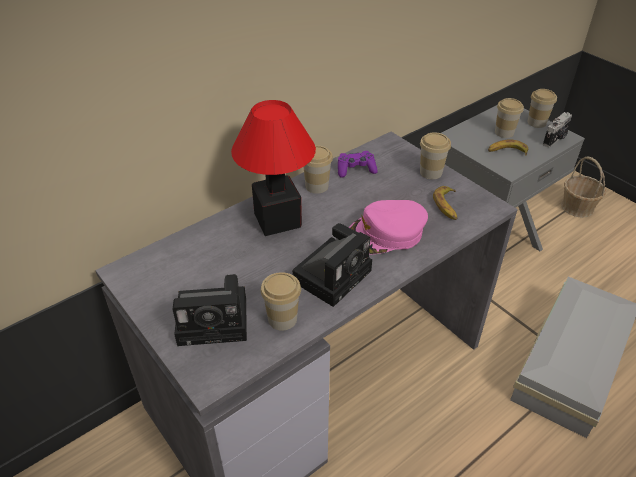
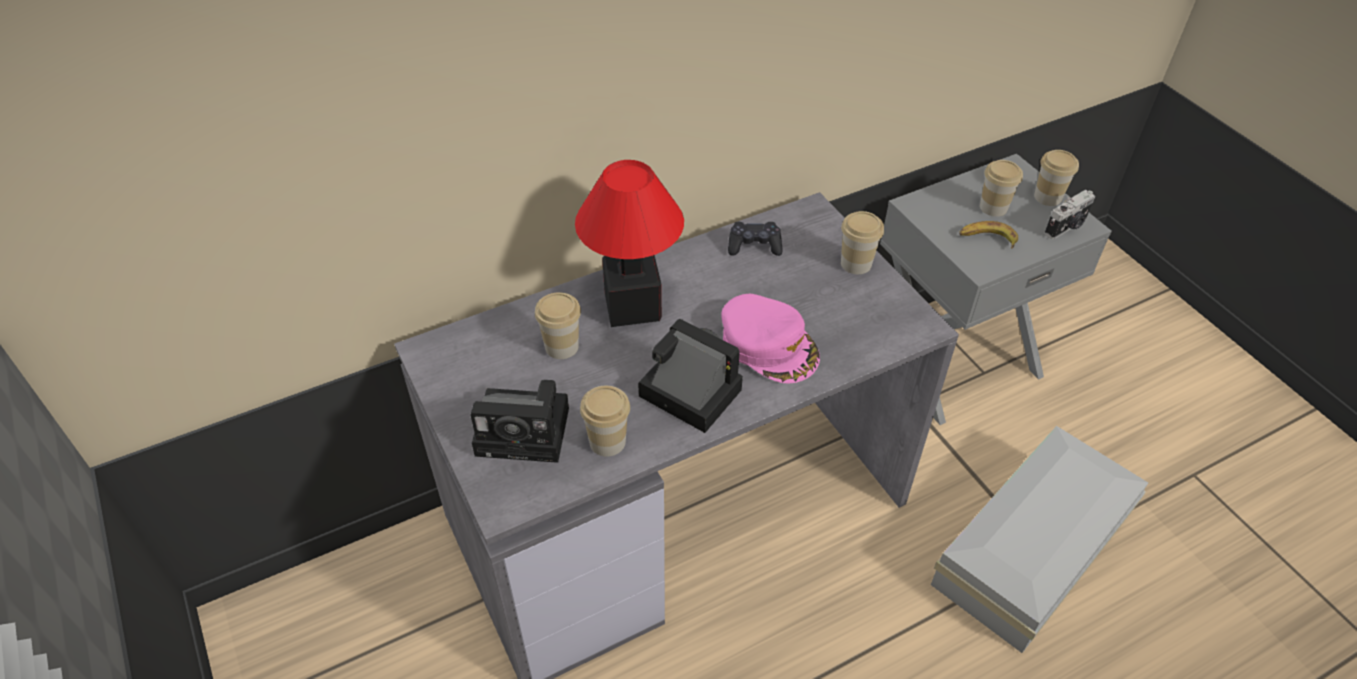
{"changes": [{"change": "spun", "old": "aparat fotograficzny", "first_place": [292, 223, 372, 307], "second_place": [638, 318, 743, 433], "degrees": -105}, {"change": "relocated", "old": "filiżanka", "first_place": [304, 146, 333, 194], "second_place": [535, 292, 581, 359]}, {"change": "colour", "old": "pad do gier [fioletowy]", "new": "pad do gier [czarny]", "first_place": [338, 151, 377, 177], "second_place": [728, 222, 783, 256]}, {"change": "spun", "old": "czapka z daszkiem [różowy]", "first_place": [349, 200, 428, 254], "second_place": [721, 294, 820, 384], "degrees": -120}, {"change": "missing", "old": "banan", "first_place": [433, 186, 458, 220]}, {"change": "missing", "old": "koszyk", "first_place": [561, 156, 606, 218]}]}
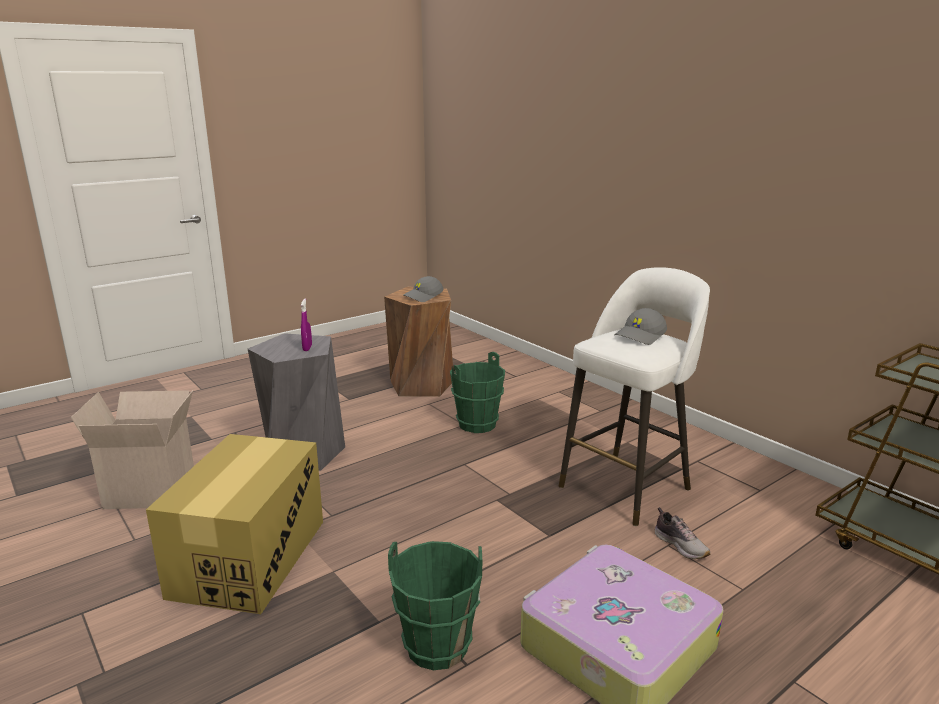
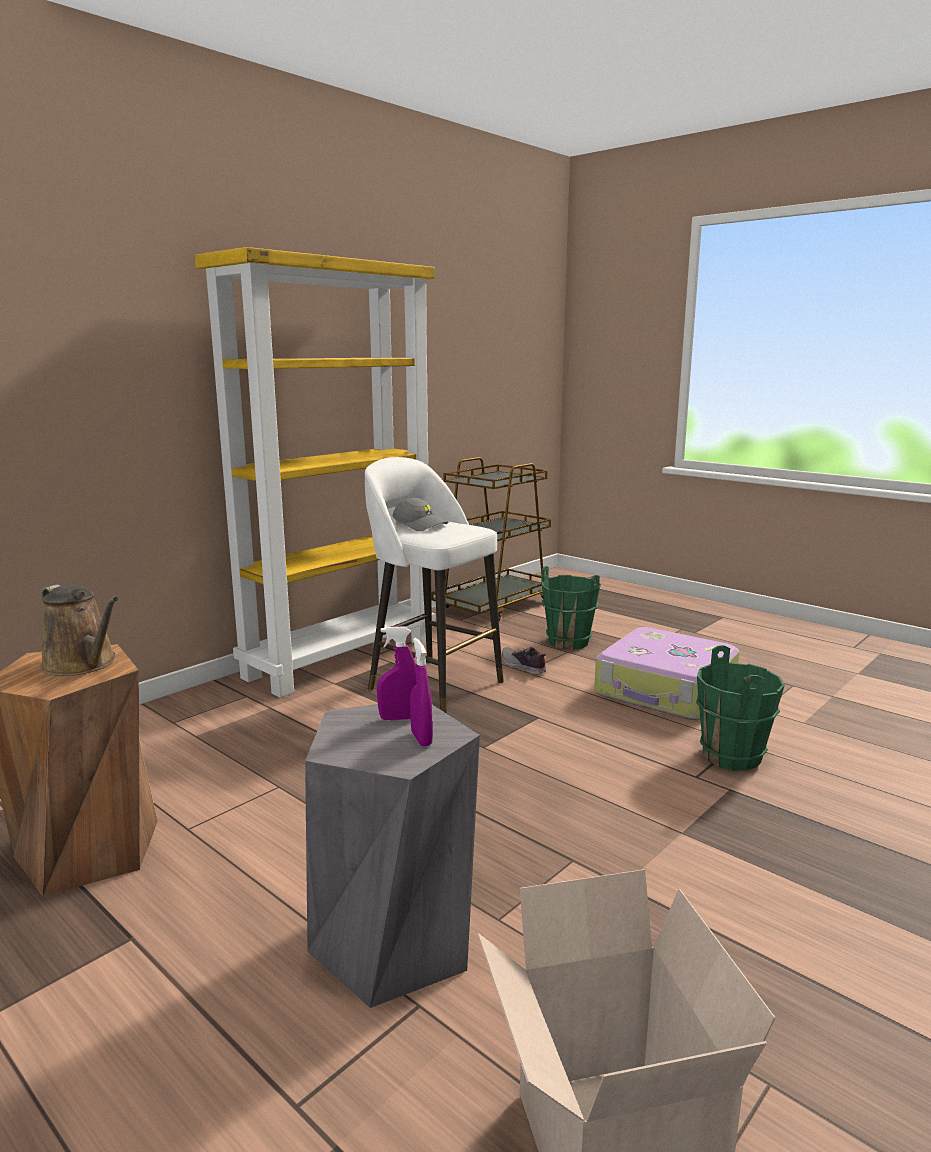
{"changes": [{"change": "missing", "old": "karton", "first_place": [146, 434, 323, 614]}, {"change": "exchanged", "old": "czapka z daszkiem [szary]", "new": "konewka [brązowy]", "first_place": [403, 276, 443, 302], "second_place": [40, 585, 118, 676]}, {"change": "relocated", "old": "wiadro [zielony]", "first_place": [450, 352, 505, 433], "second_place": [541, 566, 601, 649]}, {"change": "spun", "old": "but", "first_place": [655, 507, 710, 559], "second_place": [502, 647, 546, 675], "degrees": -90}, {"change": "appeared", "new": "regał [żółty]", "second_place": [195, 247, 435, 698]}, {"change": "appeared", "new": "spryskiwacz [fioletowy]", "second_place": [410, 638, 433, 747]}]}
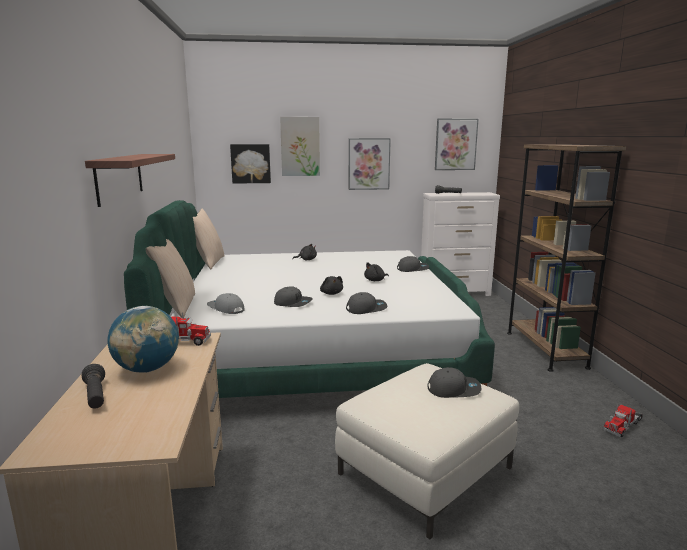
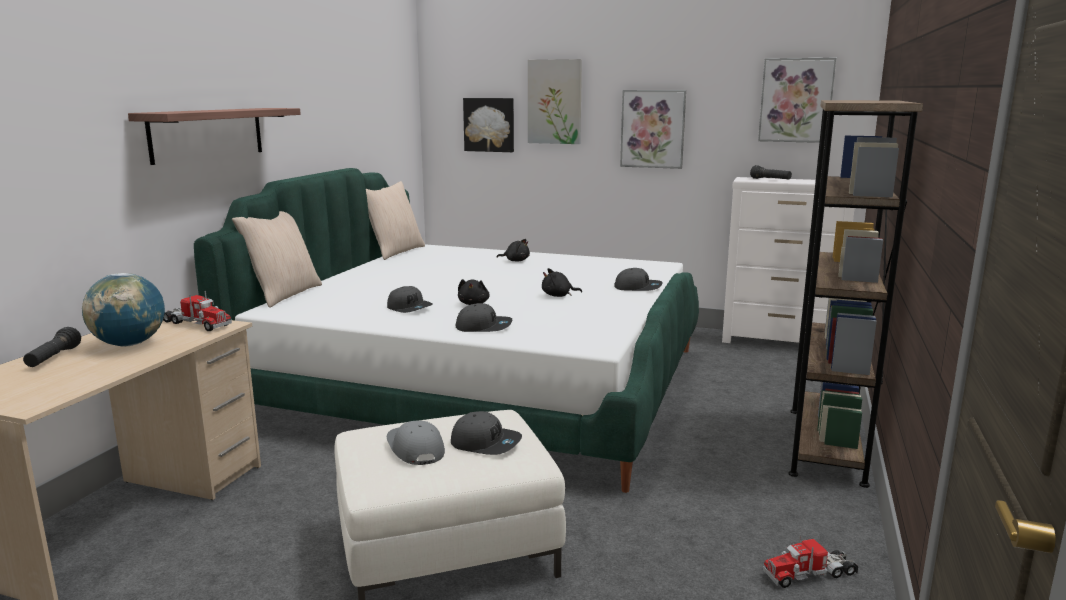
{"changes": [{"change": "relocated", "old": "czapka z daszkiem [szary]", "first_place": [207, 293, 244, 314], "second_place": [387, 421, 445, 465]}]}
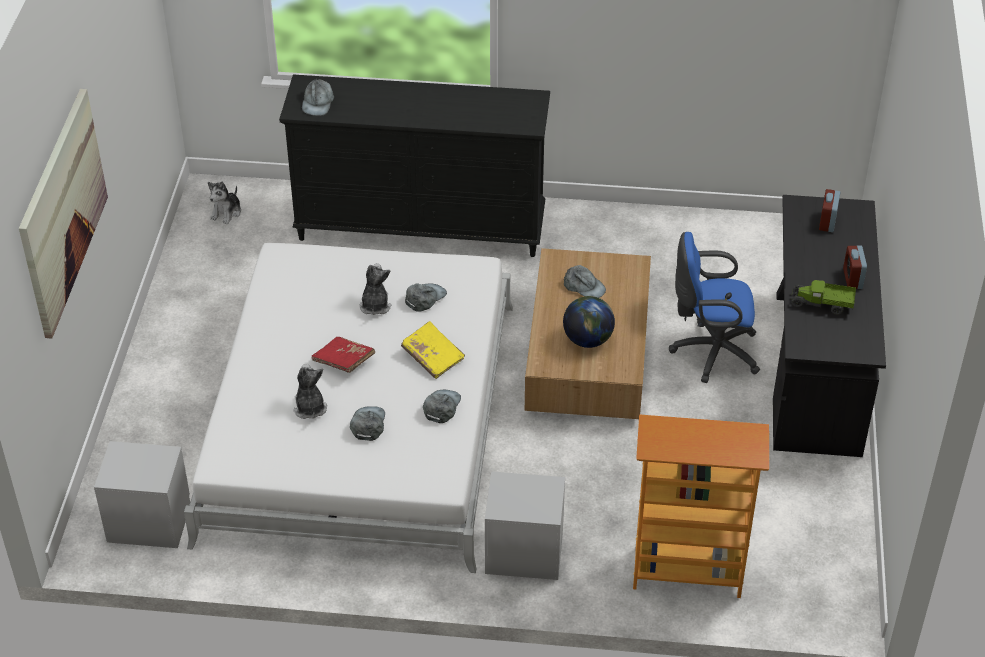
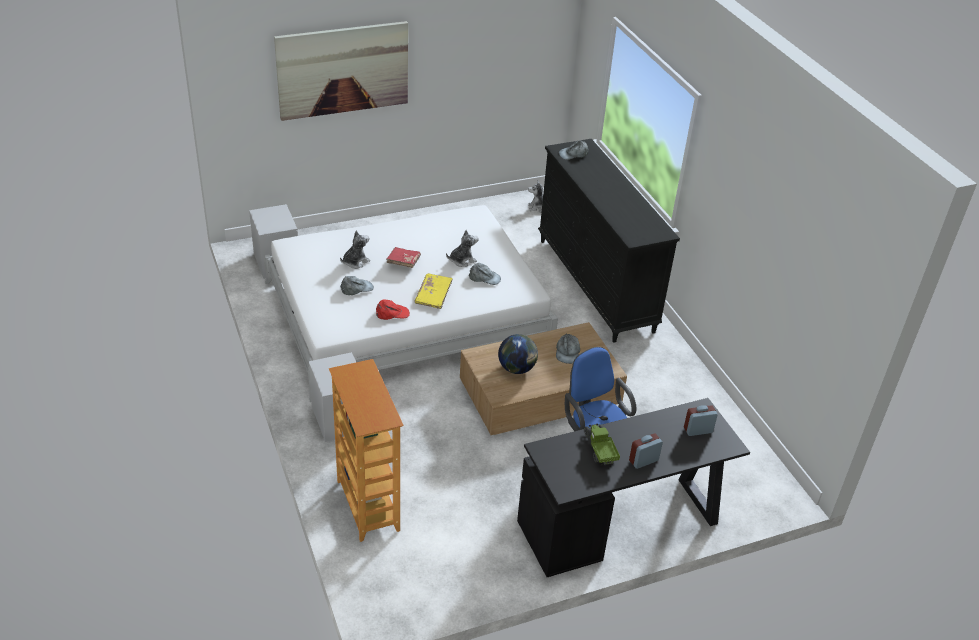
{"changes": [{"change": "colour", "old": "czapka z daszkiem [szary]", "new": "czapka z daszkiem [czerwony]", "first_place": [423, 390, 461, 423], "second_place": [376, 300, 410, 320]}]}
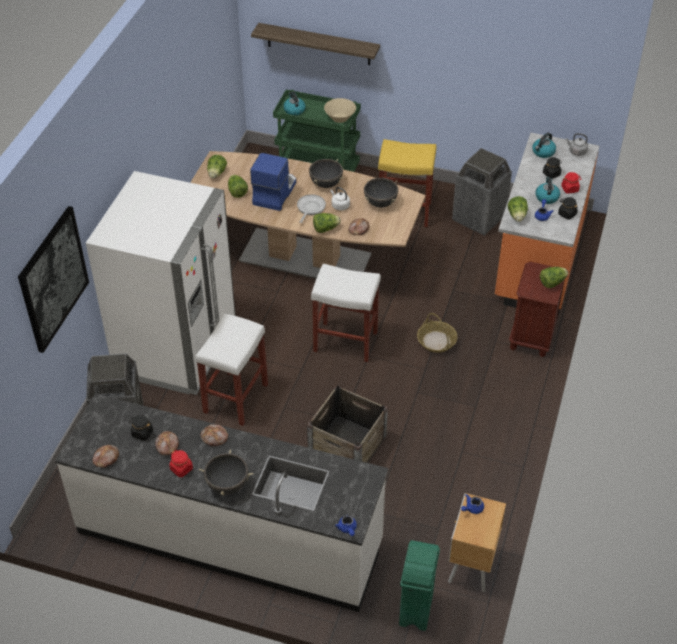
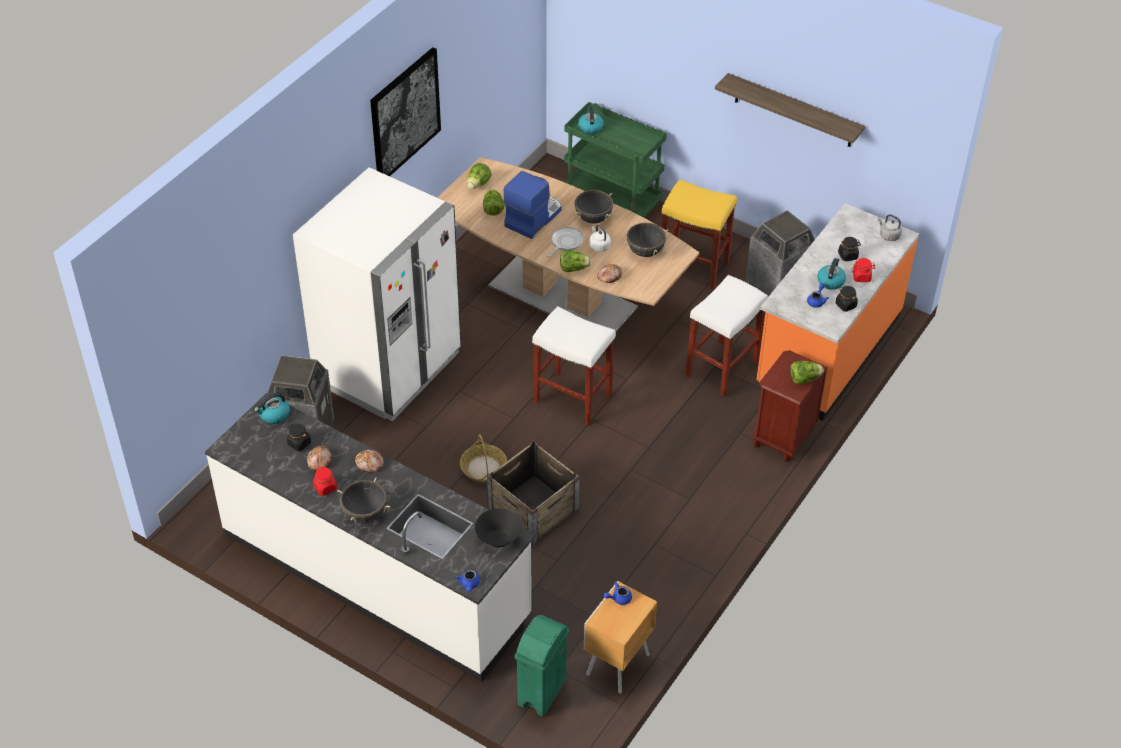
{"changes": [{"change": "relocated", "old": "obraz", "first_place": [18, 206, 89, 353], "second_place": [370, 47, 441, 176]}, {"change": "missing", "old": "chleb", "first_place": [92, 445, 119, 467]}, {"change": "relocated", "old": "stołek [biały]", "first_place": [195, 313, 268, 426], "second_place": [685, 275, 768, 397]}, {"change": "relocated", "old": "półka", "first_place": [251, 23, 380, 65], "second_place": [715, 73, 865, 147]}, {"change": "missing", "old": "miska [beżowy]", "first_place": [324, 98, 356, 123]}, {"change": "relocated", "old": "koszyk", "first_place": [417, 313, 458, 353], "second_place": [460, 434, 507, 482]}, {"change": "missing", "old": "sałata", "first_place": [508, 196, 528, 222]}, {"change": "relocated", "old": "czajnik", "first_place": [532, 133, 556, 158], "second_place": [254, 393, 290, 424]}, {"change": "appeared", "new": "miska [czarny]", "second_place": [475, 508, 522, 548]}]}
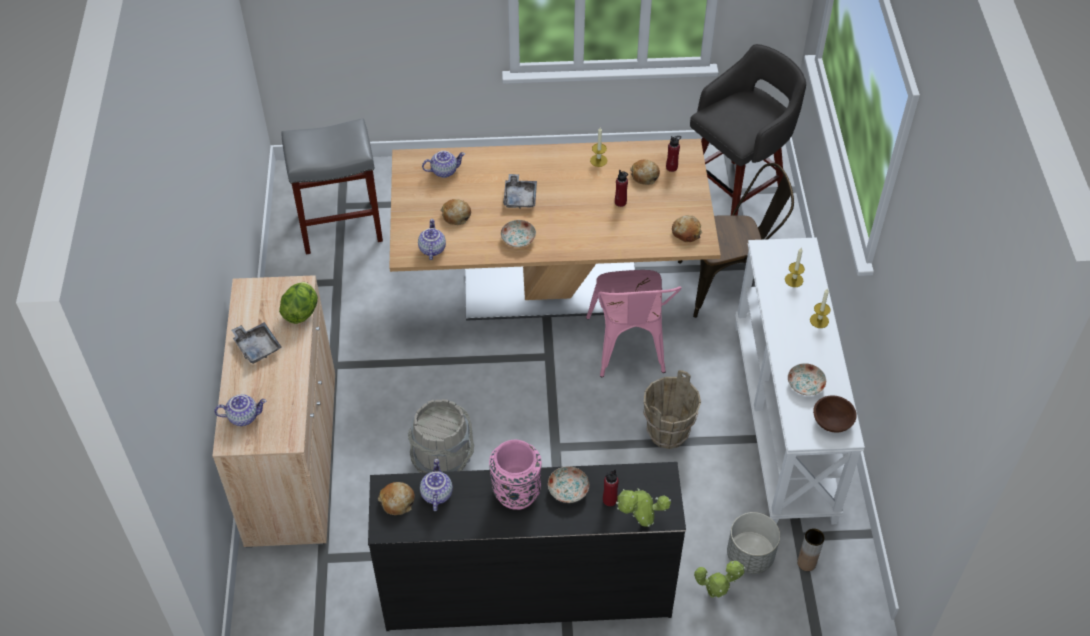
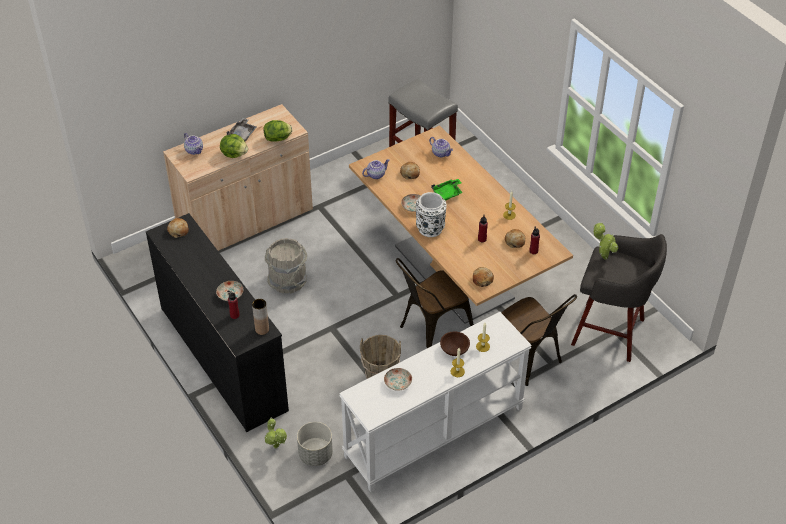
{"changes": [{"change": "missing", "old": "imbryk", "first_place": [420, 459, 453, 511]}, {"change": "missing", "old": "wazon [różowy]", "first_place": [489, 440, 542, 510]}, {"change": "colour", "old": "taca [szary]", "new": "taca [zielony]", "first_place": [503, 174, 537, 209], "second_place": [431, 179, 463, 201]}, {"change": "colour", "old": "krzesło [różowy]", "new": "krzesło [brązowy]", "first_place": [586, 270, 682, 377], "second_place": [396, 258, 474, 348]}, {"change": "relocated", "old": "roślina doniczkowa", "first_place": [616, 488, 671, 527], "second_place": [594, 222, 618, 259]}, {"change": "relocated", "old": "wazon [brązowy]", "first_place": [797, 529, 825, 571], "second_place": [252, 299, 269, 335]}, {"change": "relocated", "old": "miska [brązowy]", "first_place": [813, 395, 857, 433], "second_place": [440, 331, 470, 356]}, {"change": "appeared", "new": "sałata", "second_place": [220, 134, 248, 158]}, {"change": "appeared", "new": "wazon [biały]", "second_place": [416, 192, 447, 237]}]}
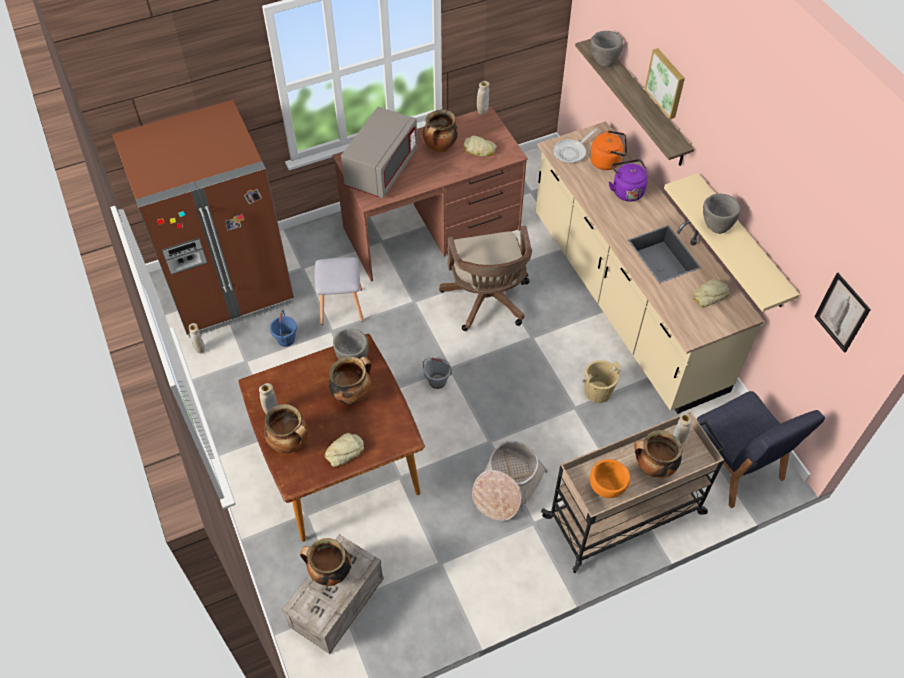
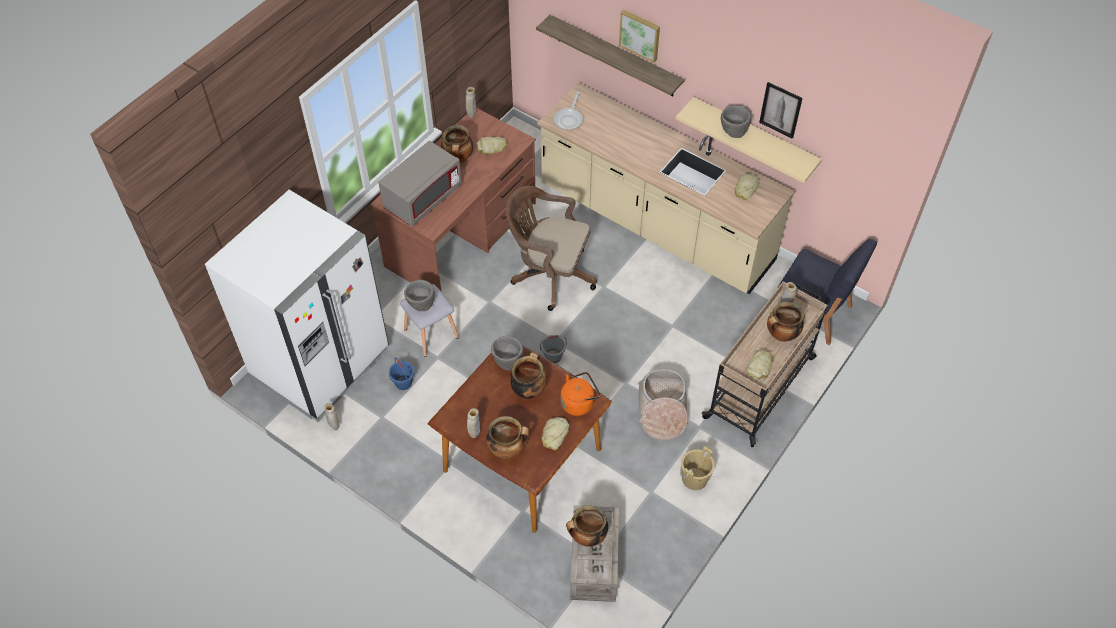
{"changes": [{"change": "colour", "old": "lodówka [brązowy]", "new": "lodówka [biały]", "first_place": [112, 100, 294, 338], "second_place": [205, 190, 389, 422]}, {"change": "spun", "old": "mikrofalówka [szary]", "first_place": [341, 107, 418, 198], "second_place": [378, 141, 462, 227], "degrees": 45}, {"change": "spun", "old": "krzesło biurowe [brązowy]", "first_place": [439, 226, 532, 331], "second_place": [506, 186, 597, 311], "degrees": 150}, {"change": "relocated", "old": "wiadro [beżowy]", "first_place": [582, 360, 621, 403], "second_place": [680, 446, 715, 490]}, {"change": "relocated", "old": "czajnik [pomarańczowy]", "first_place": [590, 130, 627, 170], "second_place": [561, 372, 601, 416]}, {"change": "exchanged", "old": "miska [pomarańczowy]", "new": "chleb", "first_place": [590, 459, 630, 498], "second_place": [746, 350, 773, 380]}, {"change": "relocated", "old": "miska [szary]", "first_place": [591, 31, 623, 67], "second_place": [404, 280, 435, 311]}, {"change": "missing", "old": "czajnik [fioletowy]", "first_place": [609, 159, 648, 202]}, {"change": "relocated", "old": "obraz", "first_place": [814, 273, 871, 353], "second_place": [759, 82, 803, 139]}]}
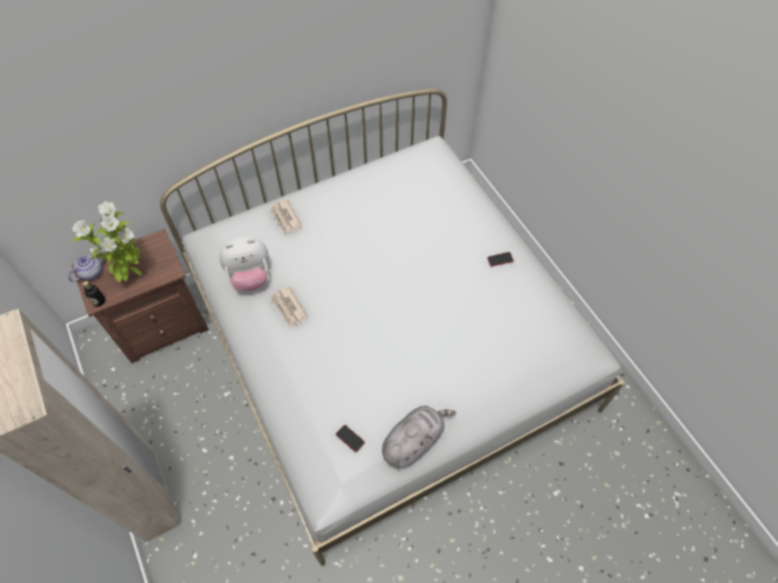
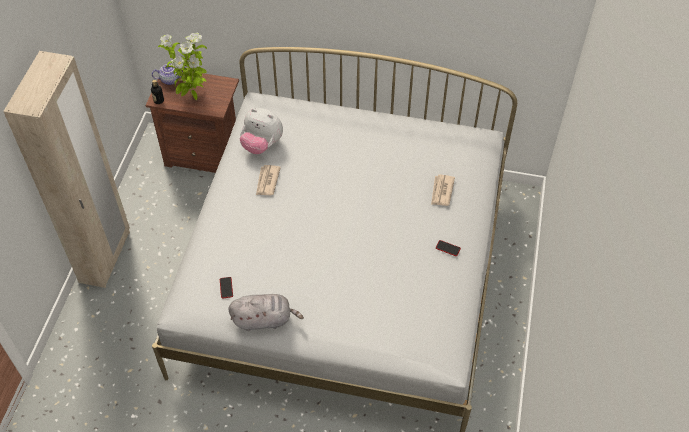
{"changes": [{"change": "relocated", "old": "gazeta", "first_place": [270, 199, 302, 235], "second_place": [431, 175, 455, 206]}]}
